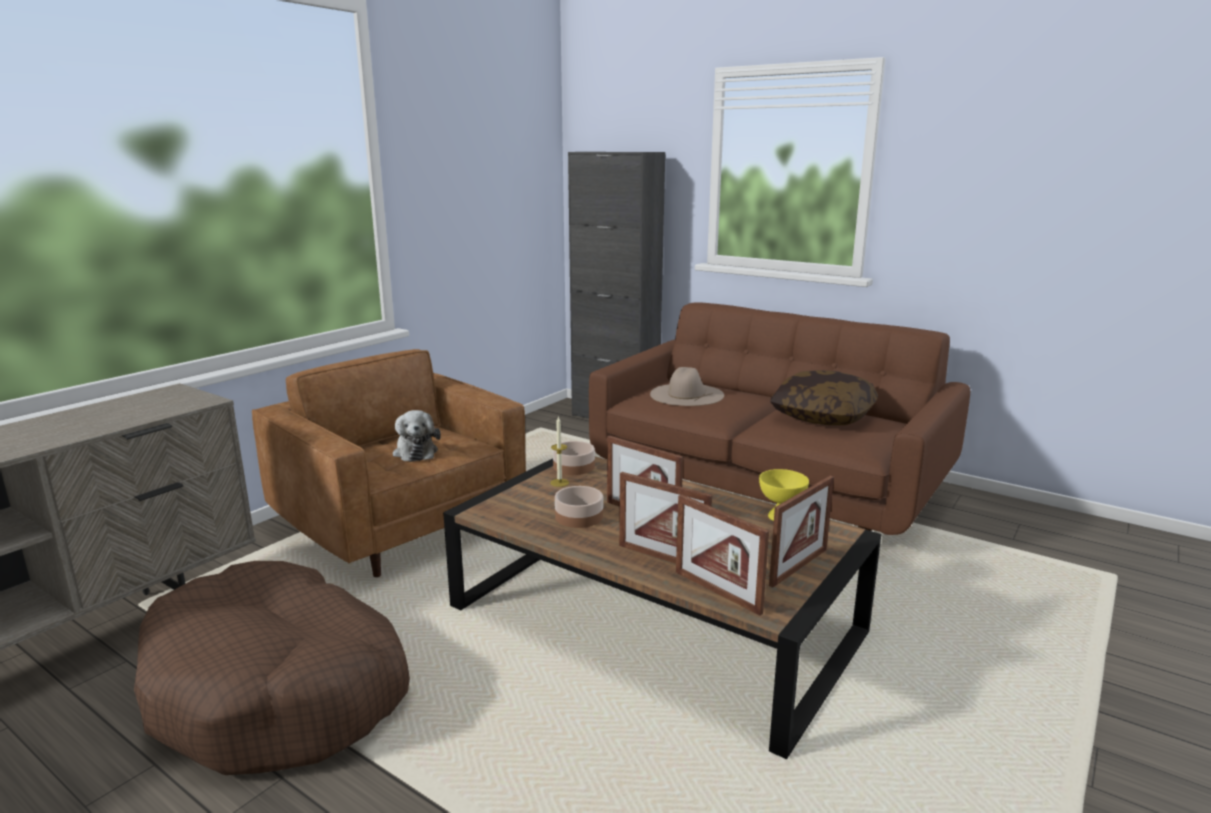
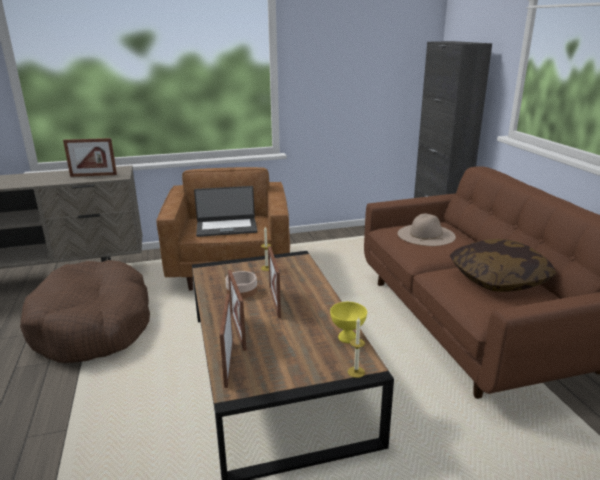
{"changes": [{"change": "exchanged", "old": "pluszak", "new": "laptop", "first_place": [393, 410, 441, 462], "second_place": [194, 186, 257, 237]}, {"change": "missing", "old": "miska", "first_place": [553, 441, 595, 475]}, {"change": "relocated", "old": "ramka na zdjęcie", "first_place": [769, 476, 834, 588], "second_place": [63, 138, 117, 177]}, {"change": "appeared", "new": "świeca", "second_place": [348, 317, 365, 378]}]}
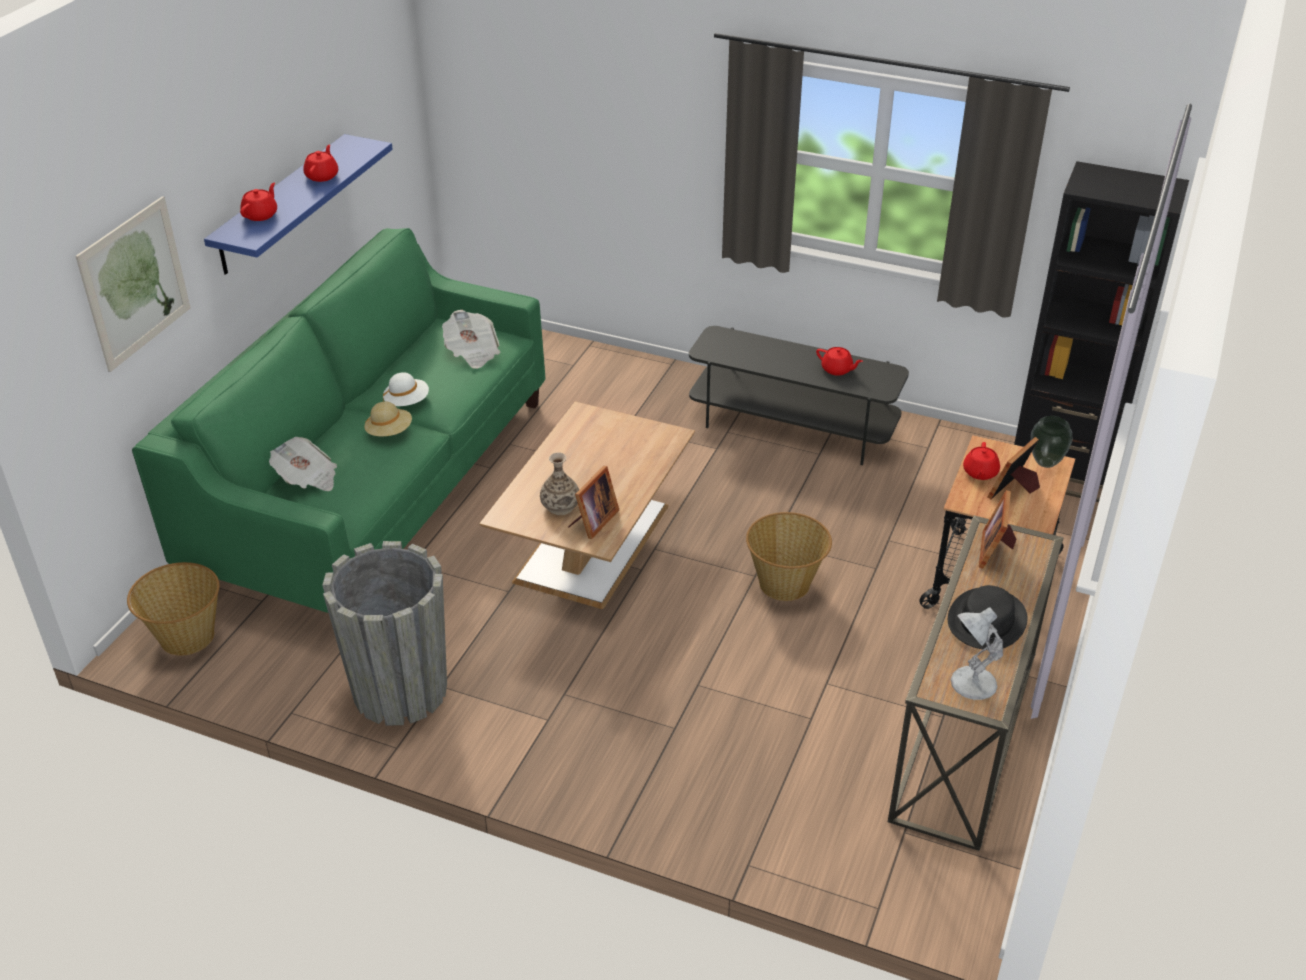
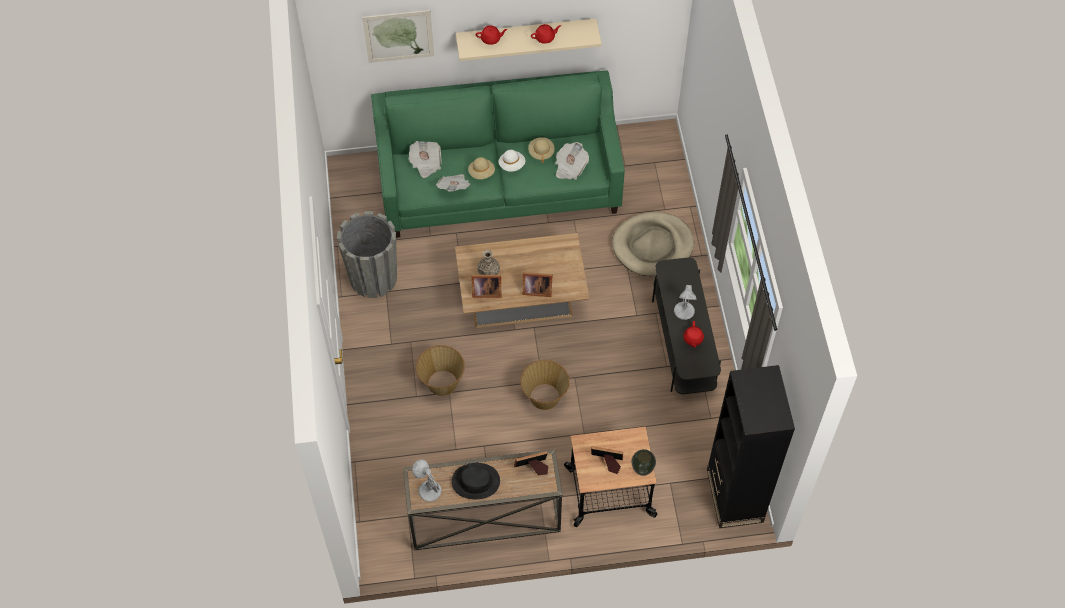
{"changes": [{"change": "relocated", "old": "koszyk", "first_place": [127, 562, 219, 656], "second_place": [416, 345, 465, 396]}, {"change": "colour", "old": "półka [niebieski]", "new": "półka [beżowy]", "first_place": [204, 134, 393, 275], "second_place": [456, 18, 602, 61]}, {"change": "missing", "old": "imbryk [czerwony]", "first_place": [963, 442, 1000, 480]}, {"change": "appeared", "new": "gazeta", "second_place": [436, 174, 471, 191]}, {"change": "appeared", "new": "ramka na zdjęcie", "second_place": [522, 272, 553, 297]}, {"change": "appeared", "new": "kapelusz [beżowy]", "second_place": [528, 137, 555, 163]}, {"change": "appeared", "new": "legowisko [beżowy]", "second_place": [612, 212, 694, 276]}, {"change": "appeared", "new": "lampa stołowa [biały]", "second_place": [674, 285, 697, 320]}]}
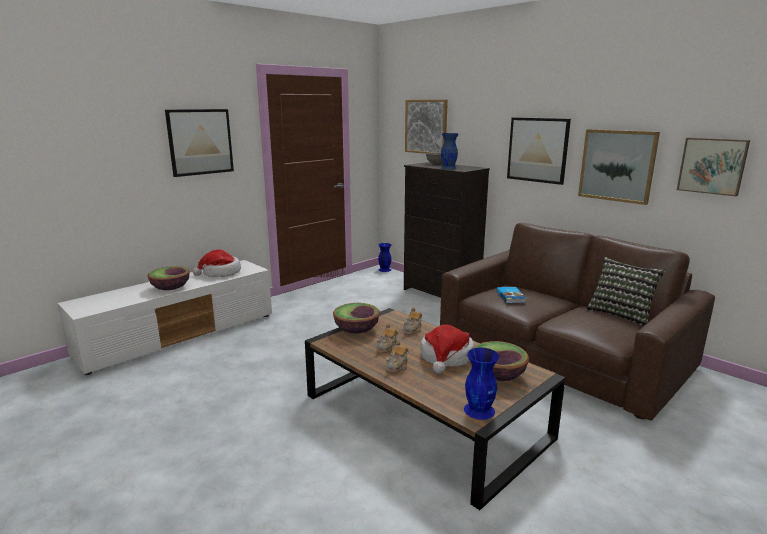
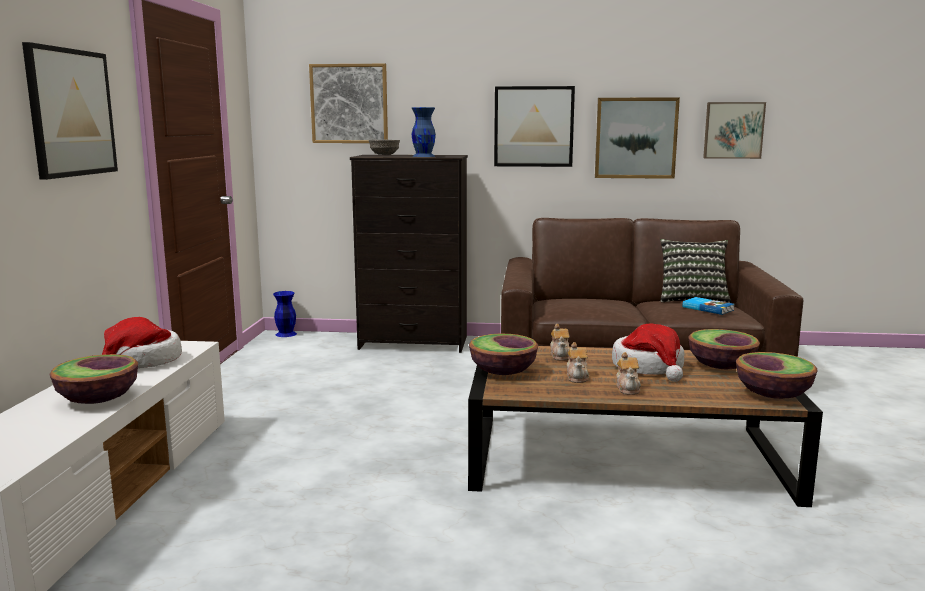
{"changes": [{"change": "exchanged", "old": "wazon [niebieski]", "new": "miska", "first_place": [464, 348, 499, 420], "second_place": [736, 352, 818, 399]}, {"change": "relocated", "old": "książka", "first_place": [497, 287, 527, 303], "second_place": [682, 297, 734, 315]}]}
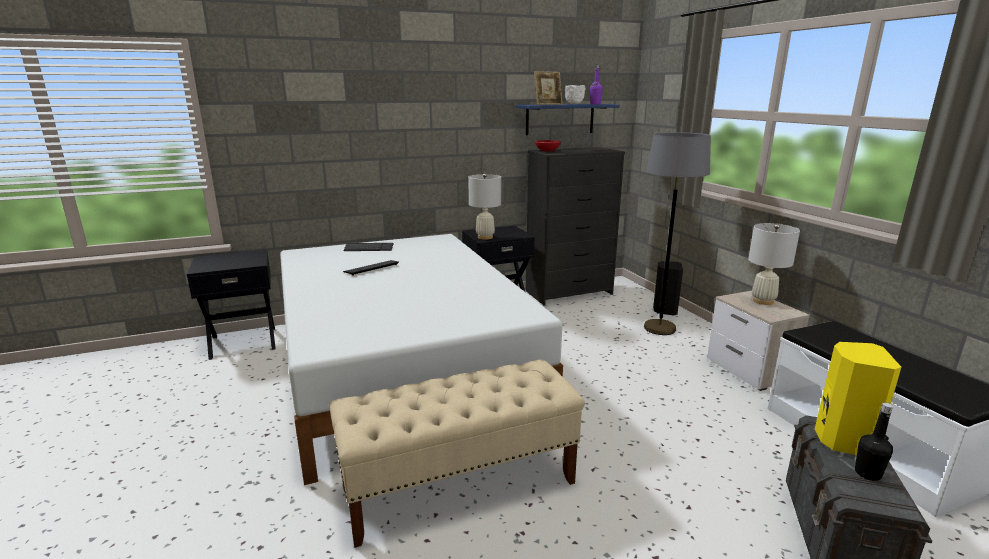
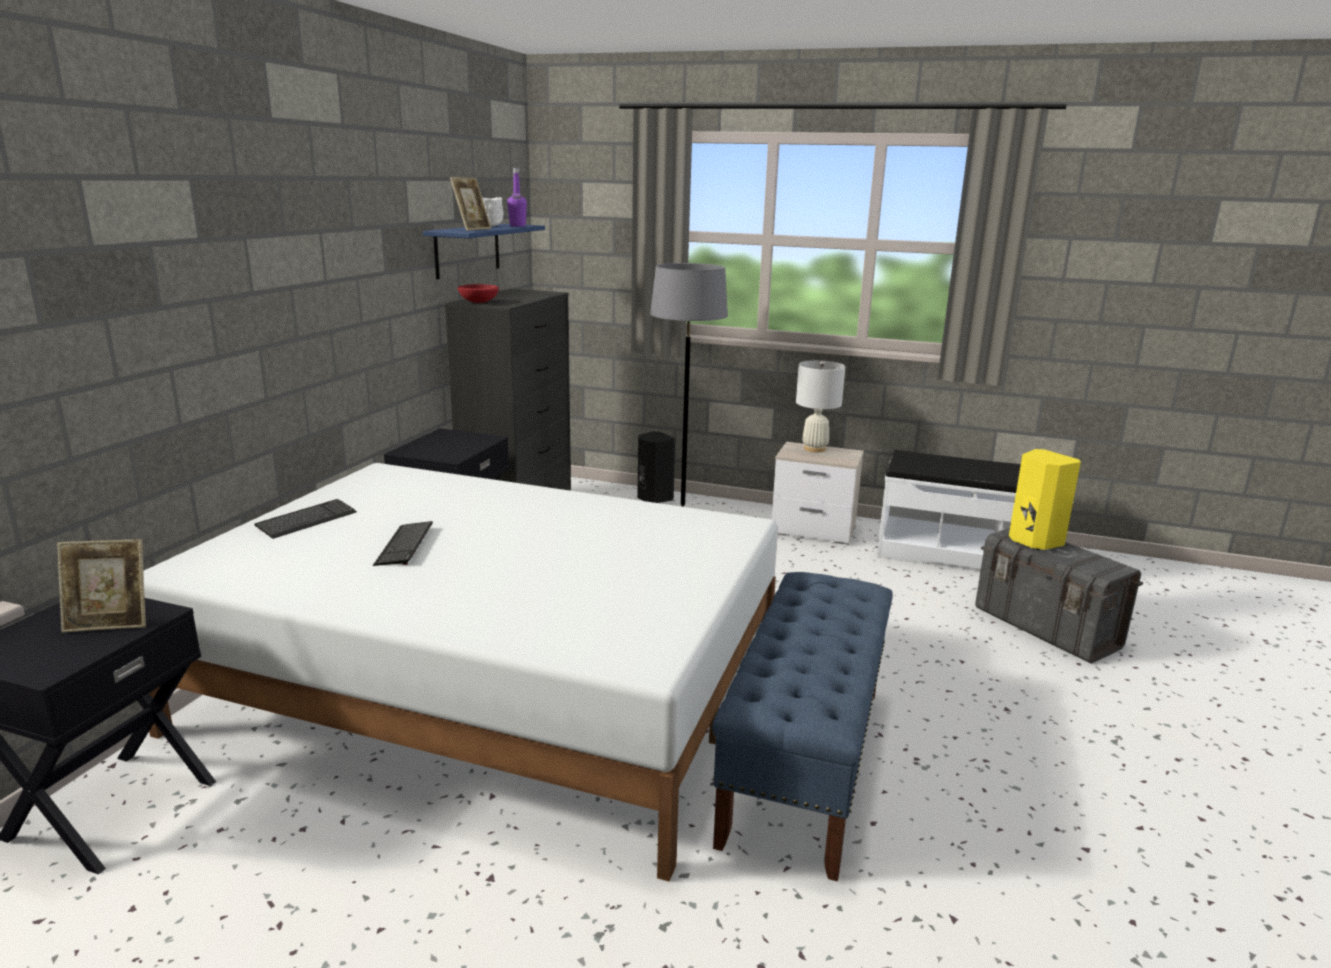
{"changes": [{"change": "colour", "old": "ławka [beżowy]", "new": "ławka [niebieski]", "first_place": [329, 359, 585, 548], "second_place": [712, 572, 893, 882]}, {"change": "missing", "old": "lampa stołowa [biały]", "first_place": [468, 174, 501, 240]}, {"change": "missing", "old": "butelka [czarny]", "first_place": [855, 403, 893, 481]}, {"change": "appeared", "new": "ramka na zdjęcie", "second_place": [57, 539, 146, 633]}]}
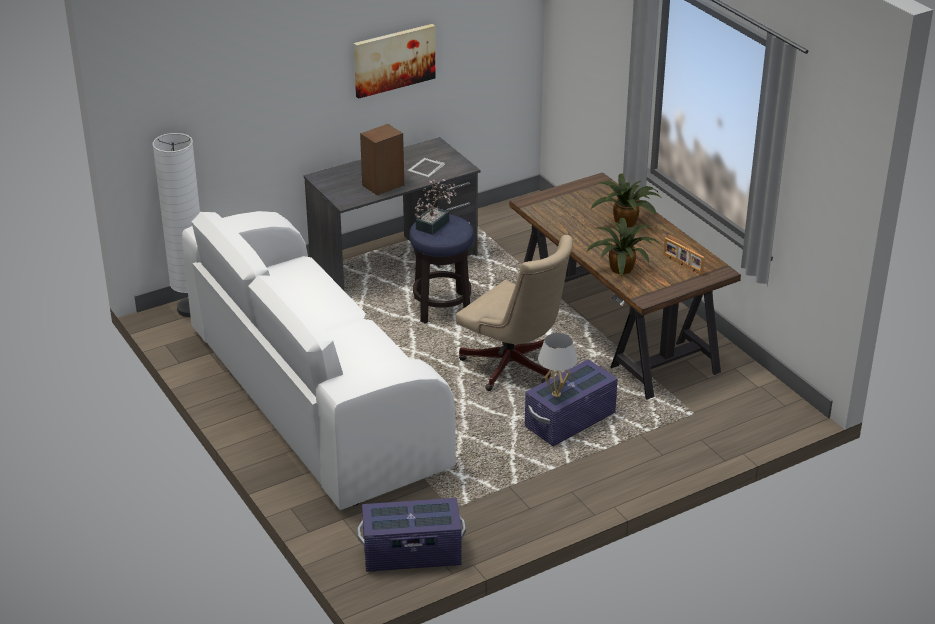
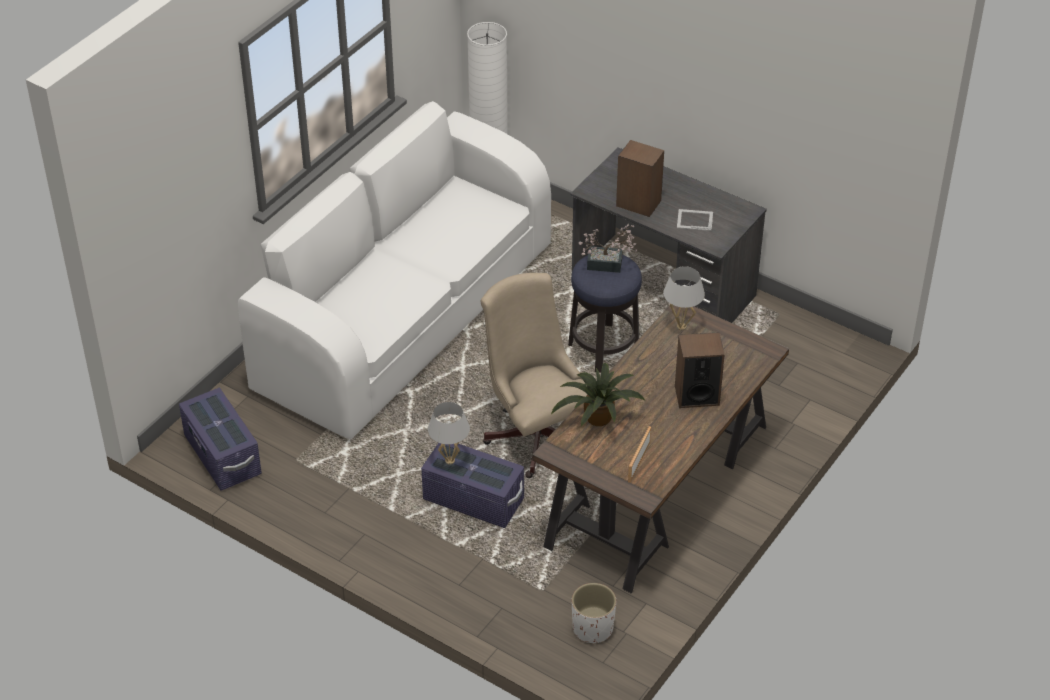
{"changes": [{"change": "missing", "old": "obraz", "first_place": [354, 24, 435, 99]}, {"change": "spun", "old": "krzesło biurowe [beżowy]", "first_place": [456, 235, 573, 391], "second_place": [481, 273, 587, 478], "degrees": 135}, {"change": "exchanged", "old": "roślina doniczkowa", "new": "głośnik", "first_place": [591, 173, 660, 227], "second_place": [675, 332, 725, 408]}, {"change": "appeared", "new": "donica [biały]", "second_place": [572, 583, 616, 643]}, {"change": "appeared", "new": "lampa stołowa [biały]", "second_place": [663, 266, 705, 330]}]}
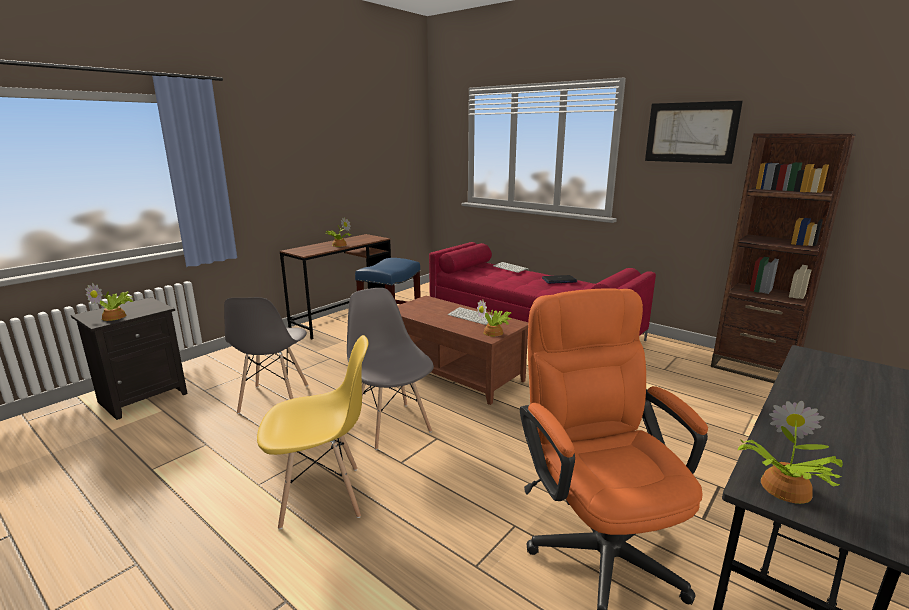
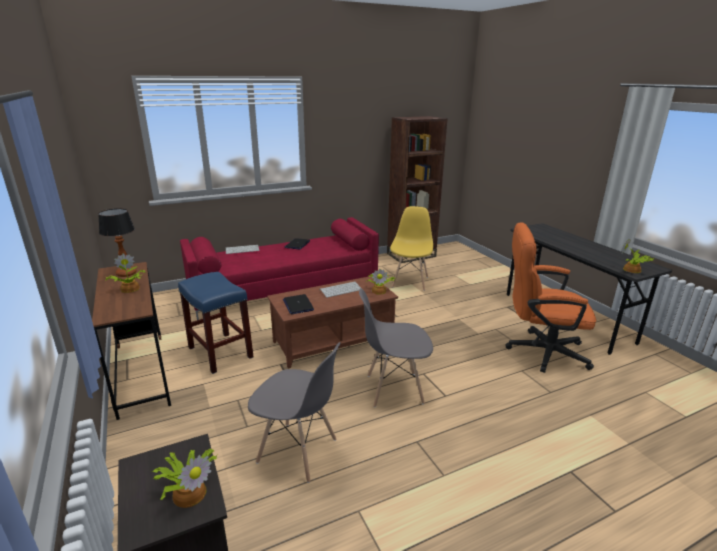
{"changes": [{"change": "relocated", "old": "krzesło [żółty]", "first_place": [257, 335, 368, 529], "second_place": [390, 206, 433, 291]}, {"change": "missing", "old": "obraz", "first_place": [645, 101, 743, 164]}, {"change": "appeared", "new": "lampa stołowa", "second_place": [98, 209, 137, 277]}, {"change": "appeared", "new": "laptop", "second_place": [283, 294, 314, 314]}]}
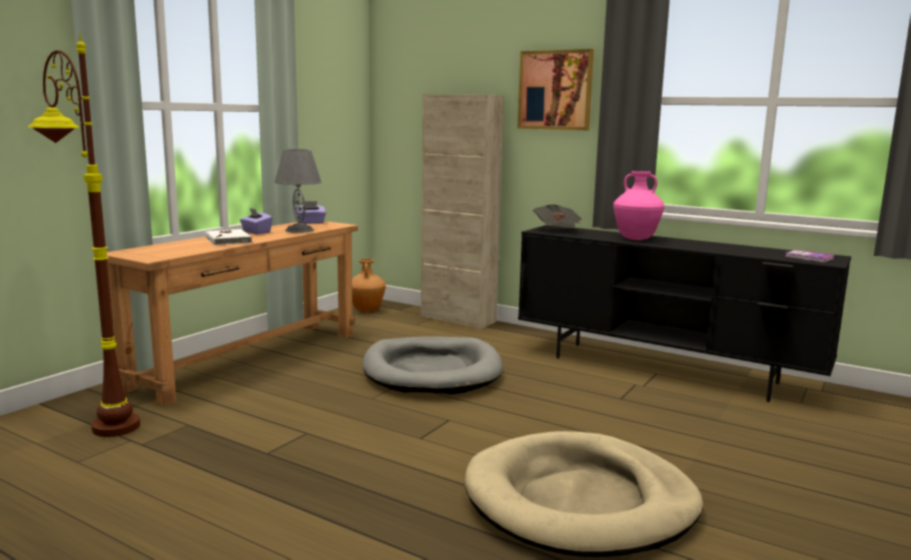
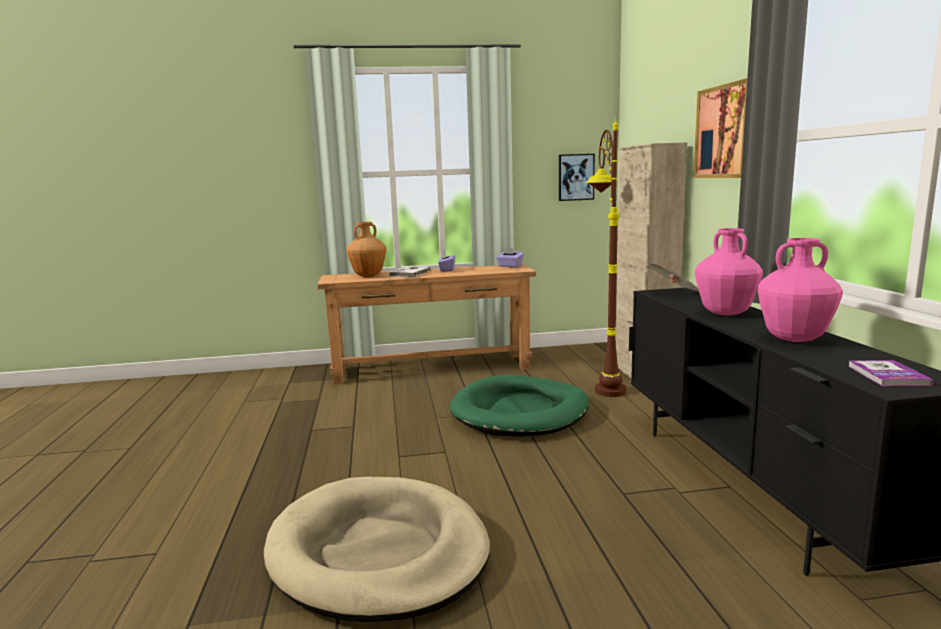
{"changes": [{"change": "relocated", "old": "lampa stojąca [brązowy]", "first_place": [27, 32, 140, 437], "second_place": [586, 116, 626, 397]}, {"change": "missing", "old": "lampa stołowa [szary]", "first_place": [275, 149, 322, 233]}, {"change": "relocated", "old": "wazon [brązowy]", "first_place": [352, 259, 386, 312], "second_place": [346, 222, 387, 277]}, {"change": "colour", "old": "legowisko [szary]", "new": "legowisko [zielony]", "first_place": [363, 336, 503, 395], "second_place": [450, 375, 589, 437]}, {"change": "appeared", "new": "obraz", "second_place": [559, 154, 595, 201]}, {"change": "appeared", "new": "wazon [różowy]", "second_place": [758, 238, 843, 342]}]}
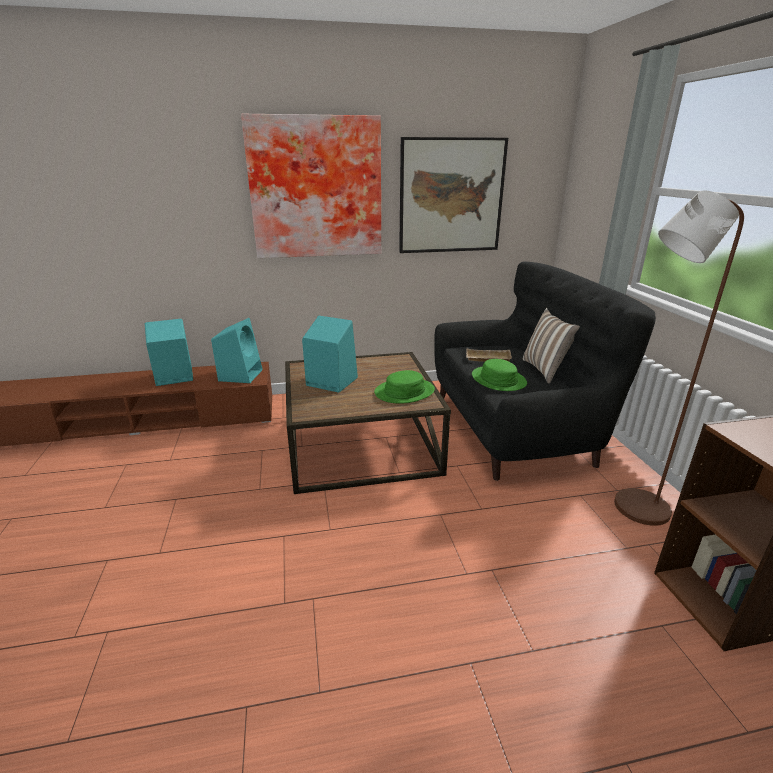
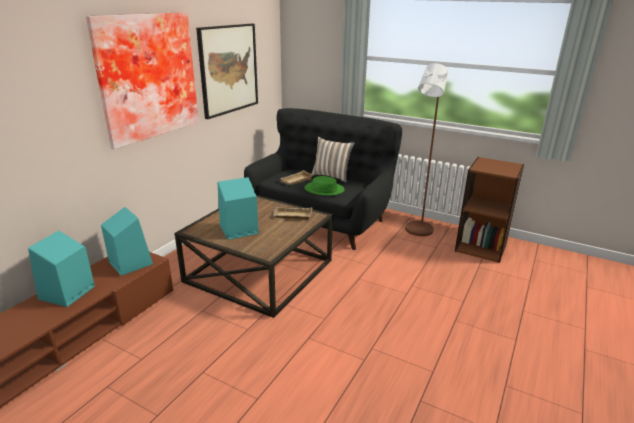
{"changes": [{"change": "exchanged", "old": "kapelusz [zielony]", "new": "taca [beżowy]", "first_place": [374, 370, 435, 404], "second_place": [273, 207, 312, 220]}]}
